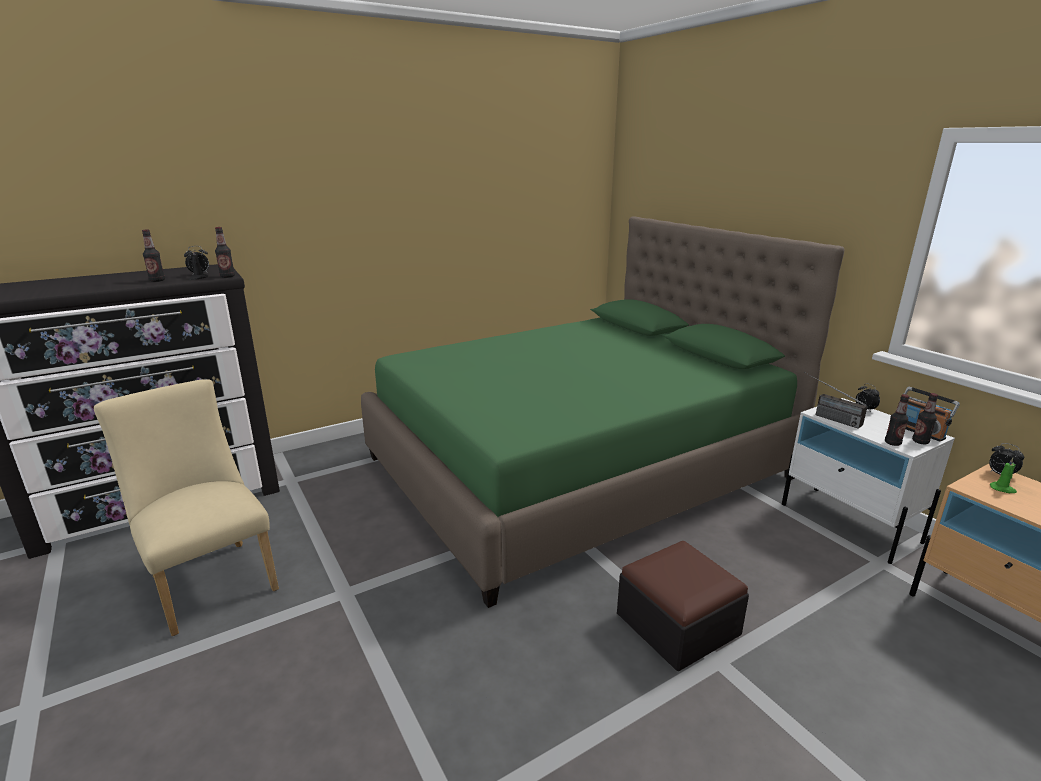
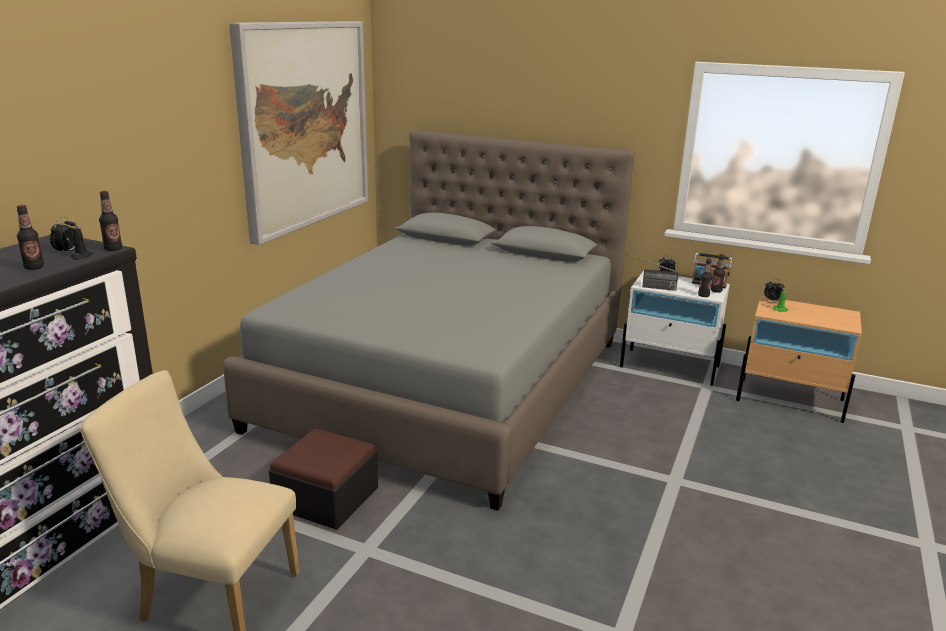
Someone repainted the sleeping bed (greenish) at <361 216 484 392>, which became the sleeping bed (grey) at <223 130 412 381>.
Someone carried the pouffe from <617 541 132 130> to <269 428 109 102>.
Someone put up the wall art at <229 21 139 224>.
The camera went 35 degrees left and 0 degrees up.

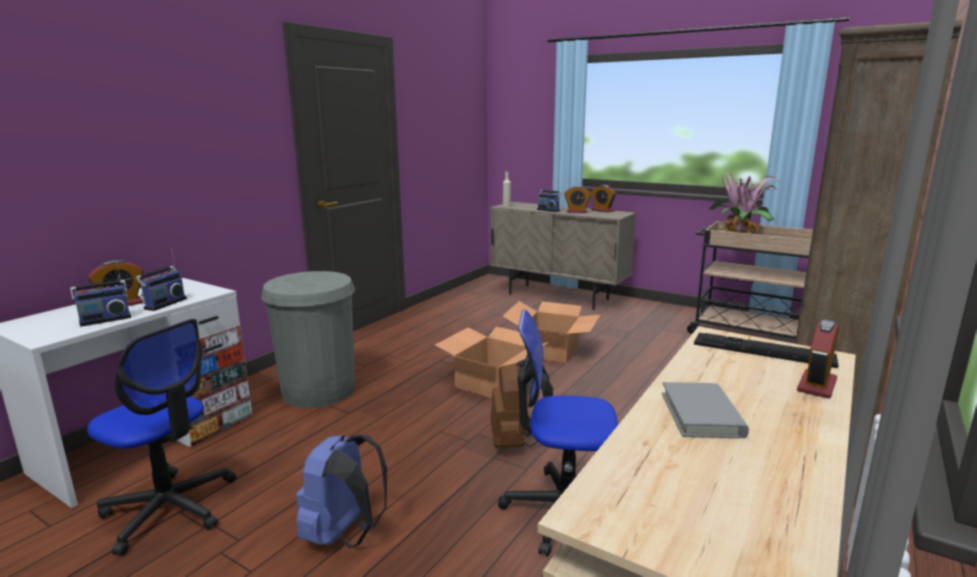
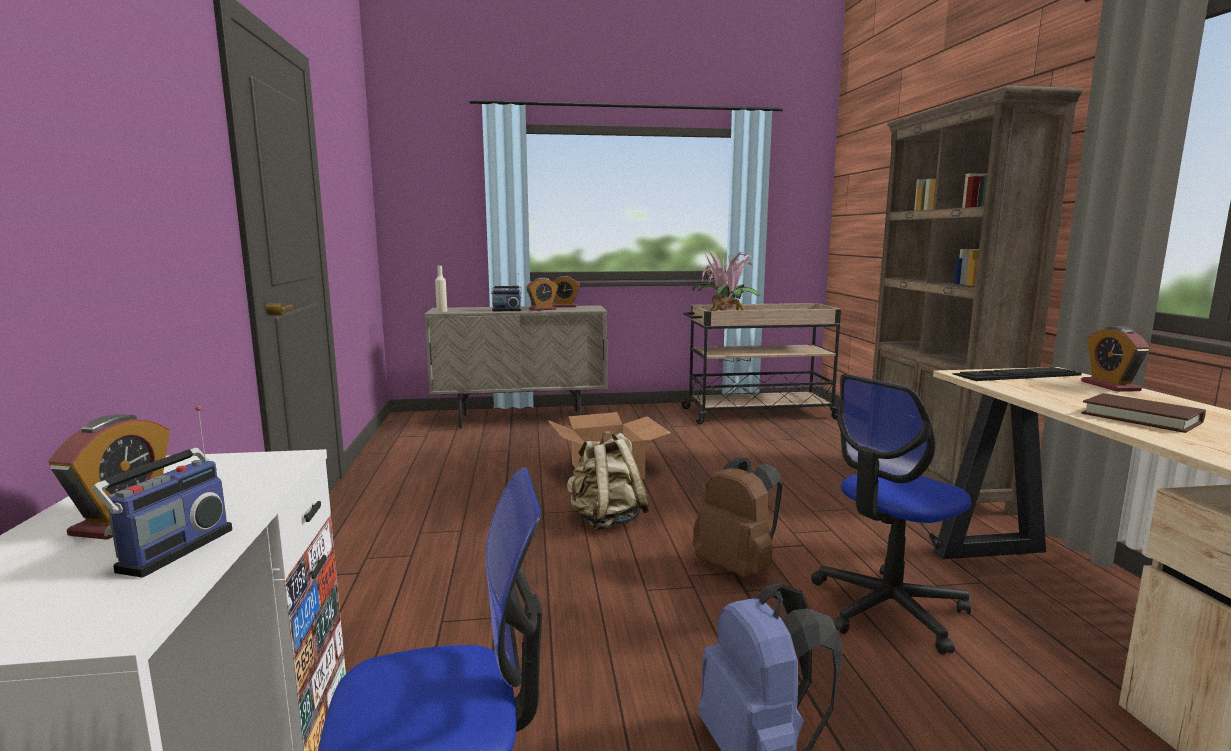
Someone took away the radio set at <136 249 51 62>.
Someone took away the trash can (grey) at <261 271 94 137>.
Someone swapped the cardboard box at <435 327 114 71> for the rucksack (beige-coloured) at <567 431 83 99>.
Someone repainted the book (grey) at <662 382 87 56>, which became the book (brown) at <1081 393 125 40>.
The camera went 40 degrees left and 5 degrees down.

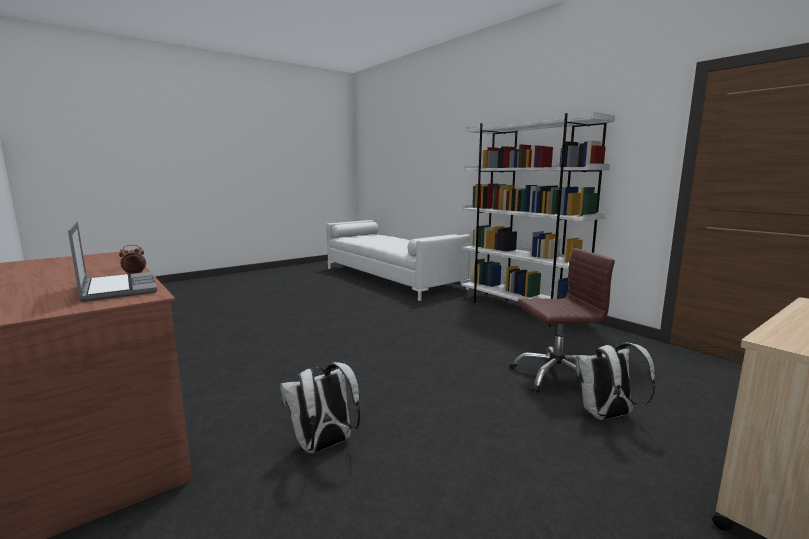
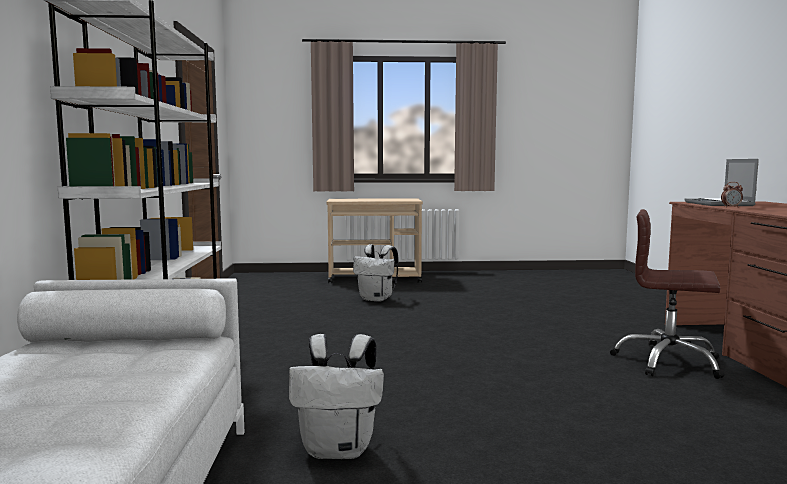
Someone carried the rucksack (whitish) from <280 362 80 91> to <289 334 95 125>.
Someone carried the computer chair (brown) from <509 248 106 145> to <610 209 115 170>.
The camera went 145 degrees left and 5 degrees down.

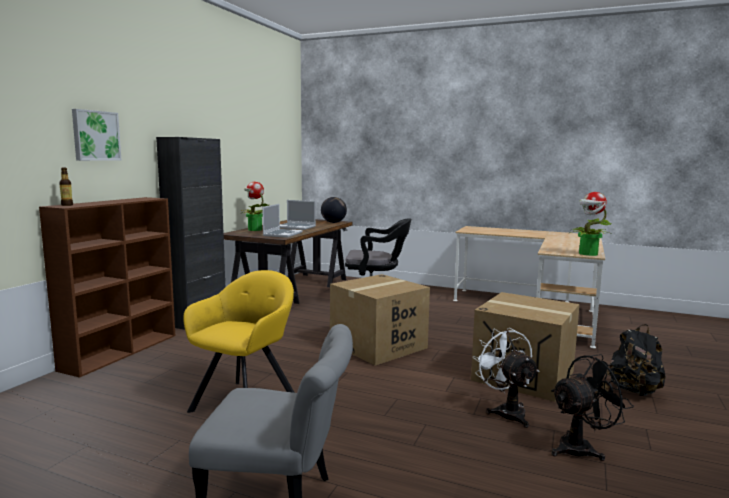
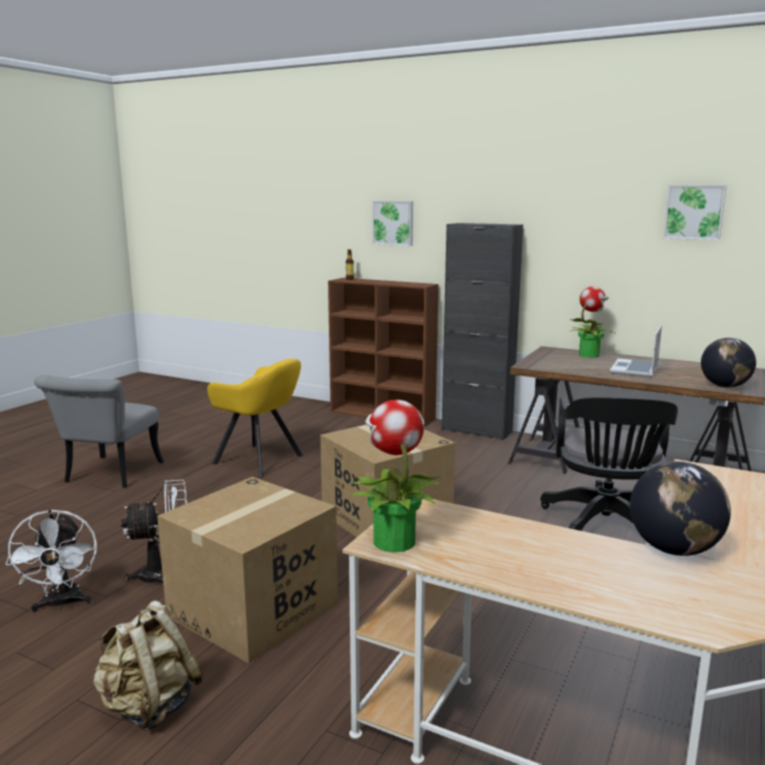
Someone took away the laptop at <262 204 41 34>.
Someone repainted the cooling fan (blackish) at <551 354 83 107>, which became the cooling fan (whitish) at <6 509 91 103>.
Someone repainted the rucksack (blackish) at <606 324 60 72>, which became the rucksack (beige-coloured) at <92 600 111 131>.
Someone put down the world globe at <630 461 101 95>.
Someone put up the wall art at <663 185 64 55>.
The camera went 95 degrees right and 5 degrees up.

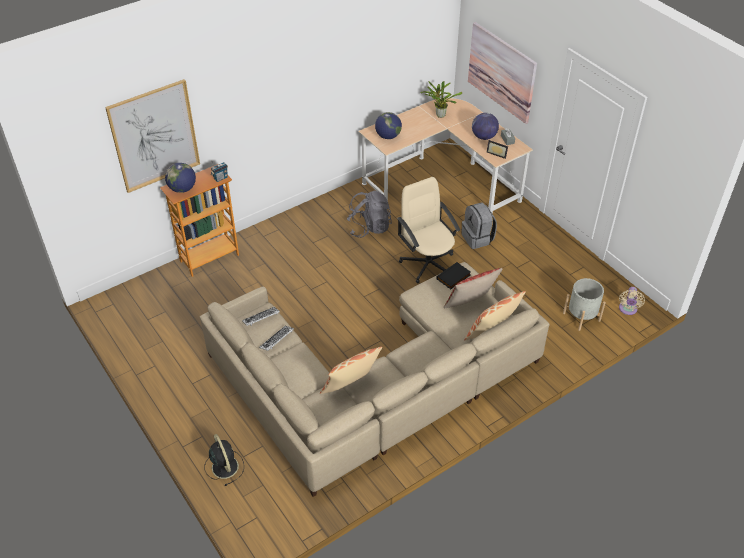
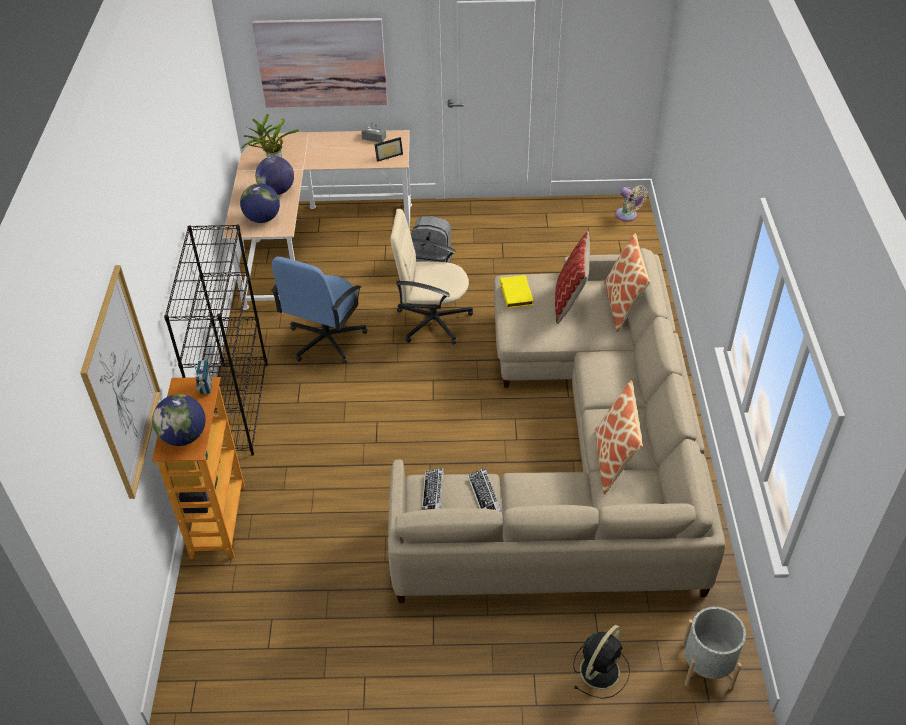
Someone rotated the cooling fan (blackish) at <204 434 40 52> by 120 degrees clockwise.
Someone swapped the rucksack (grey) at <347 191 45 47> for the computer chair (blue-coloured) at <271 257 96 106>.
Someone repainted the book (blackish) at <436 262 35 27>, which became the book (yellowish) at <500 275 33 33>.
Someone carried the world globe from <472 113 27 27> to <255 156 39 39>.
Someone carried the planter (grey) from <563 278 43 53> to <682 607 64 83>.
Someone put down the shelving unit (blackish) at <164 224 104 232>.
The camera went 55 degrees left and 0 degrees up.

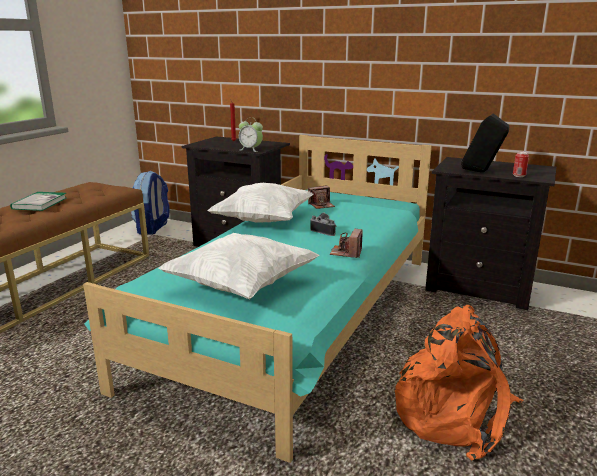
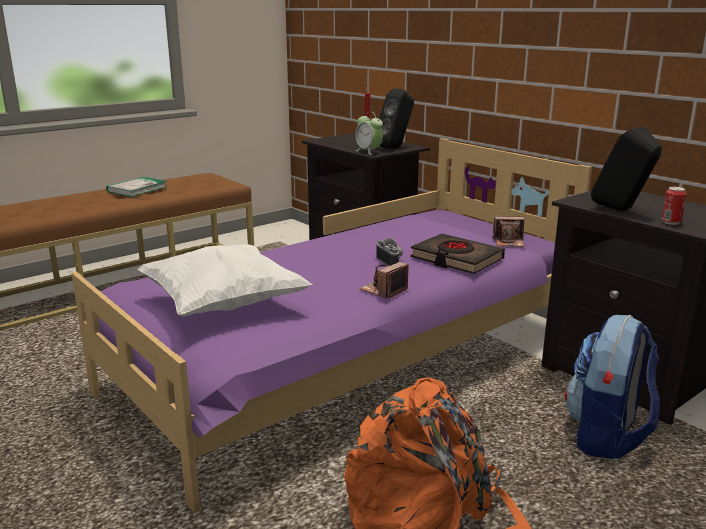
Someone repainted the sleeping bed (blue-green) at <83 135 349 328>, which became the sleeping bed (purplish) at <71 138 521 375>.
Someone carried the rucksack from <131 171 39 64> to <565 315 95 144>.
Someone took away the cushion (whitish) at <208 183 105 40>.
Someone carried the still camera from <308 185 27 24> to <492 216 33 31>.
Someone put down the loudspeaker (blackish) at <379 88 35 61>.
Someone put down the book (blackish) at <411 234 94 40>.
The camera went 25 degrees right and 0 degrees up.

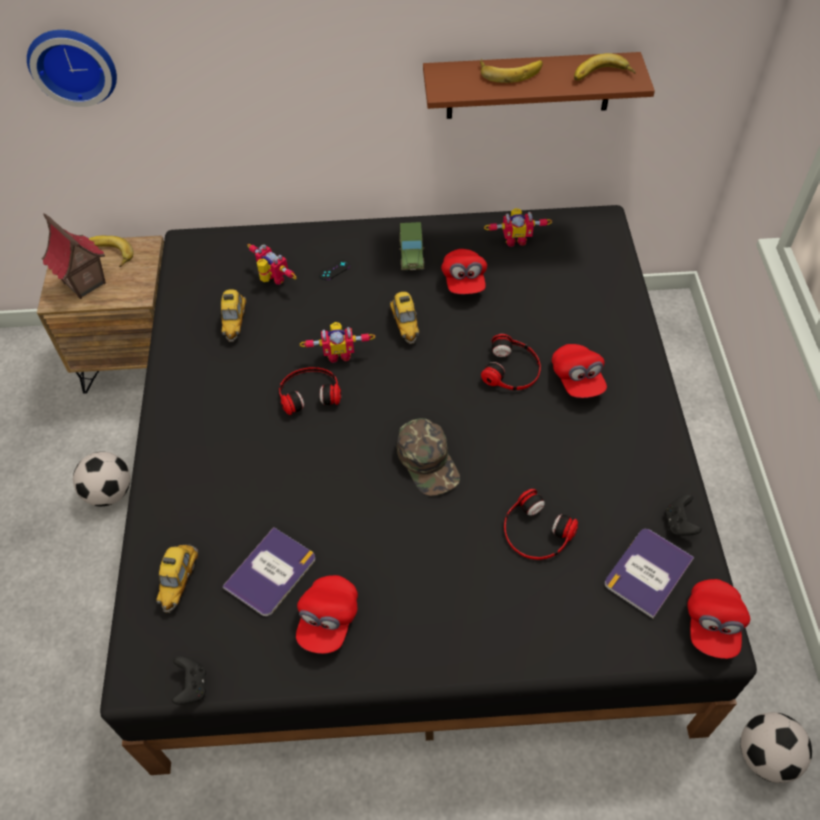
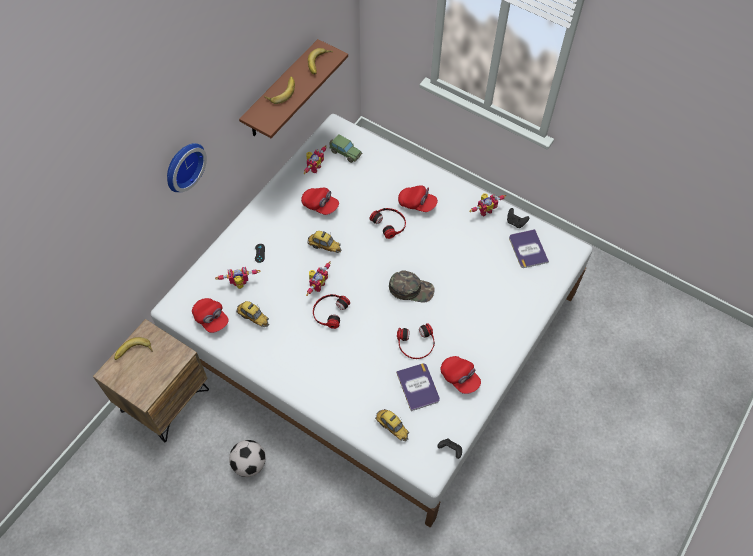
Someone carried the clock on the wall from <27 30 90 77> to <167 143 40 49>.
Someone took away the model house at <42 213 64 86>.
Someone repainted the sleeping bed (blackish) at <100 205 657 570>, which became the sleeping bed (whitish) at <151 114 442 414>.
Someone carried the toy car from <399 222 26 48> to <330 134 33 29>.
Someone carried the headset from <504 489 74 71> to <397 323 38 36>.
Someone carried the peaked cap (red-coloured) from <687 579 63 80> to <192 298 37 35>.
Someone took away the football at <740 712 72 71>.
Someone put down the robot figure at <469 193 38 23>.
The camera went 55 degrees left and 5 degrees up.

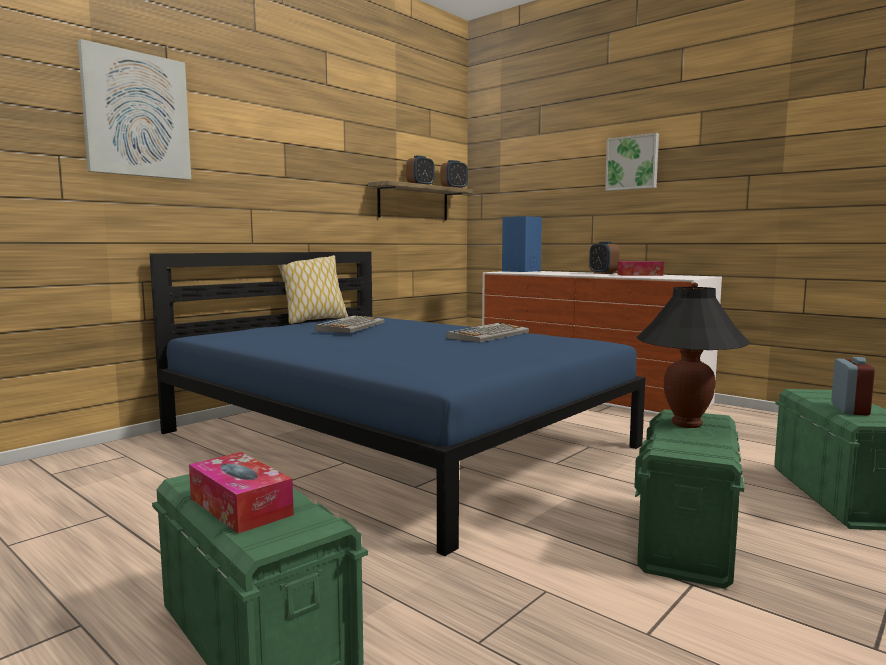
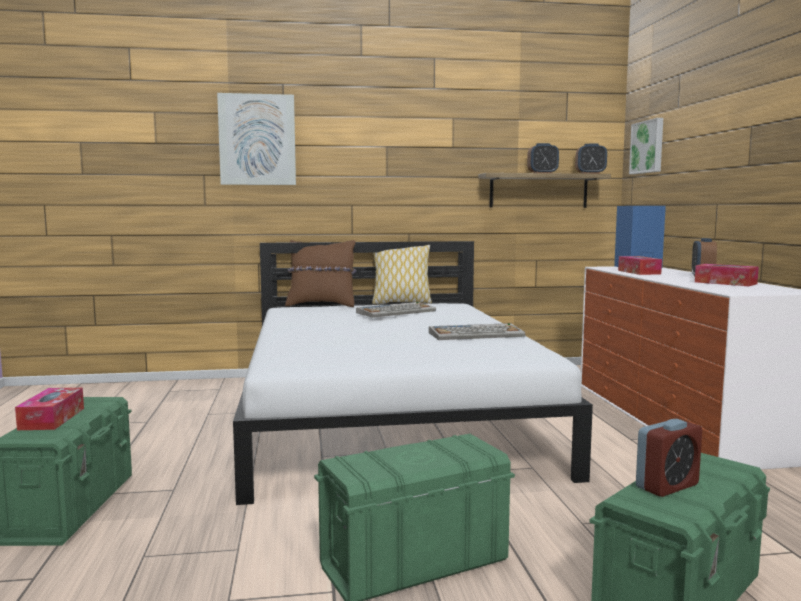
Someone repainted the sleeping bed (blue-coloured) at <150 252 495 304>, which became the sleeping bed (whitish) at <233 241 360 264>.
Someone carried the wall art from <605 133 54 58> to <629 118 34 56>.
Someone took away the tabletop lamp (blackish) at <637 282 114 146>.
Someone put down the cushion (brown) at <285 240 71 67>.
Someone put down the box of tissues at <618 256 44 19>.
The camera went 40 degrees right and 0 degrees up.

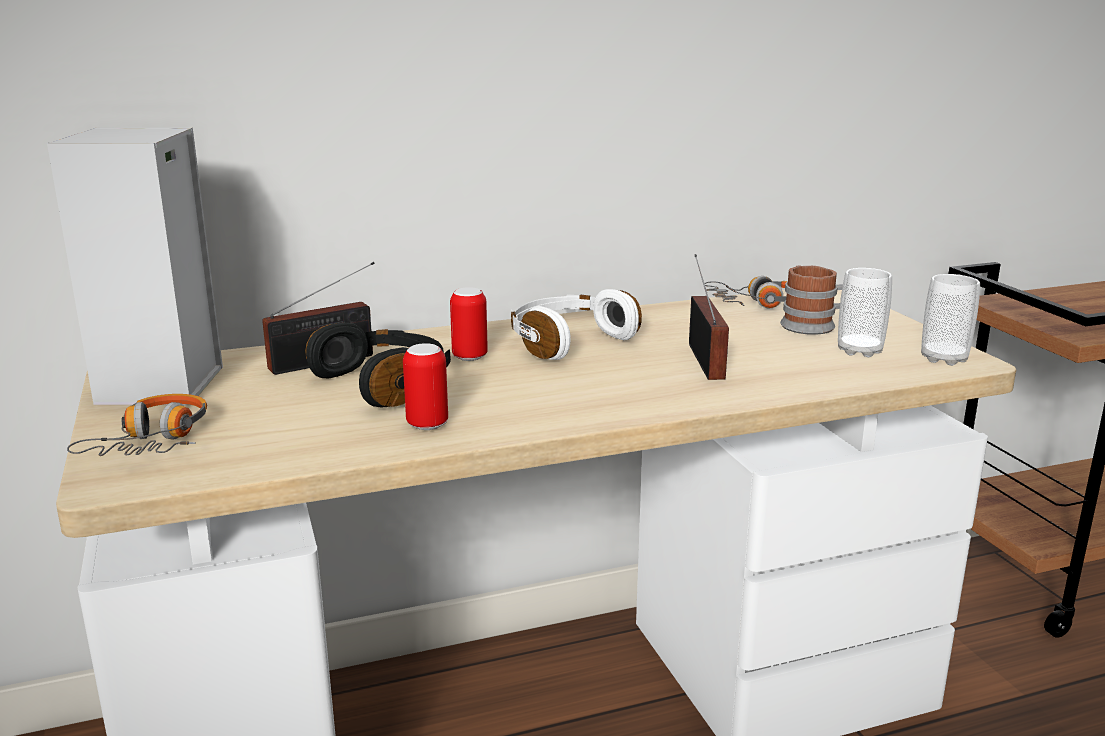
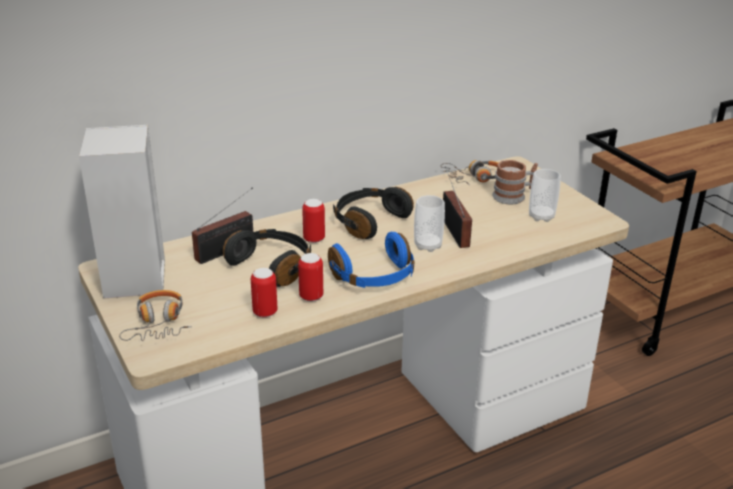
Someone repainted the headset (whitish) at <511 289 131 71>, which became the headset (blackish) at <333 187 81 52>.
Someone carried the cup from <921 274 59 92> to <414 195 31 57>.
Someone put down the can at <251 268 26 49>.
Someone put down the headset (blue-coloured) at <328 232 87 56>.
The camera went 10 degrees left and 10 degrees up.

